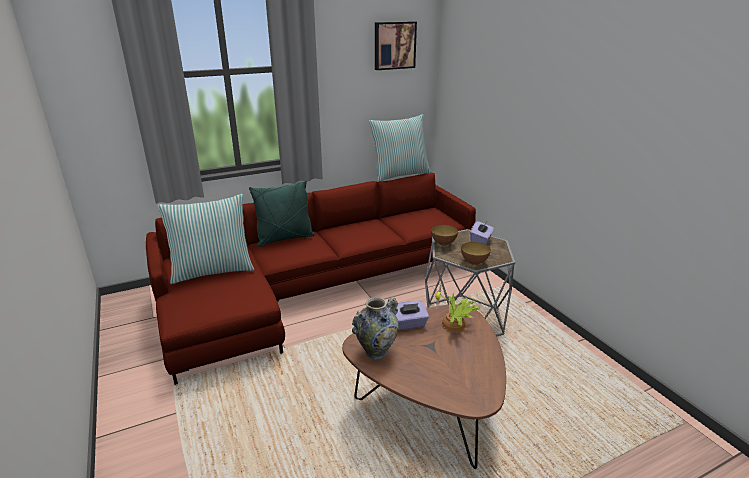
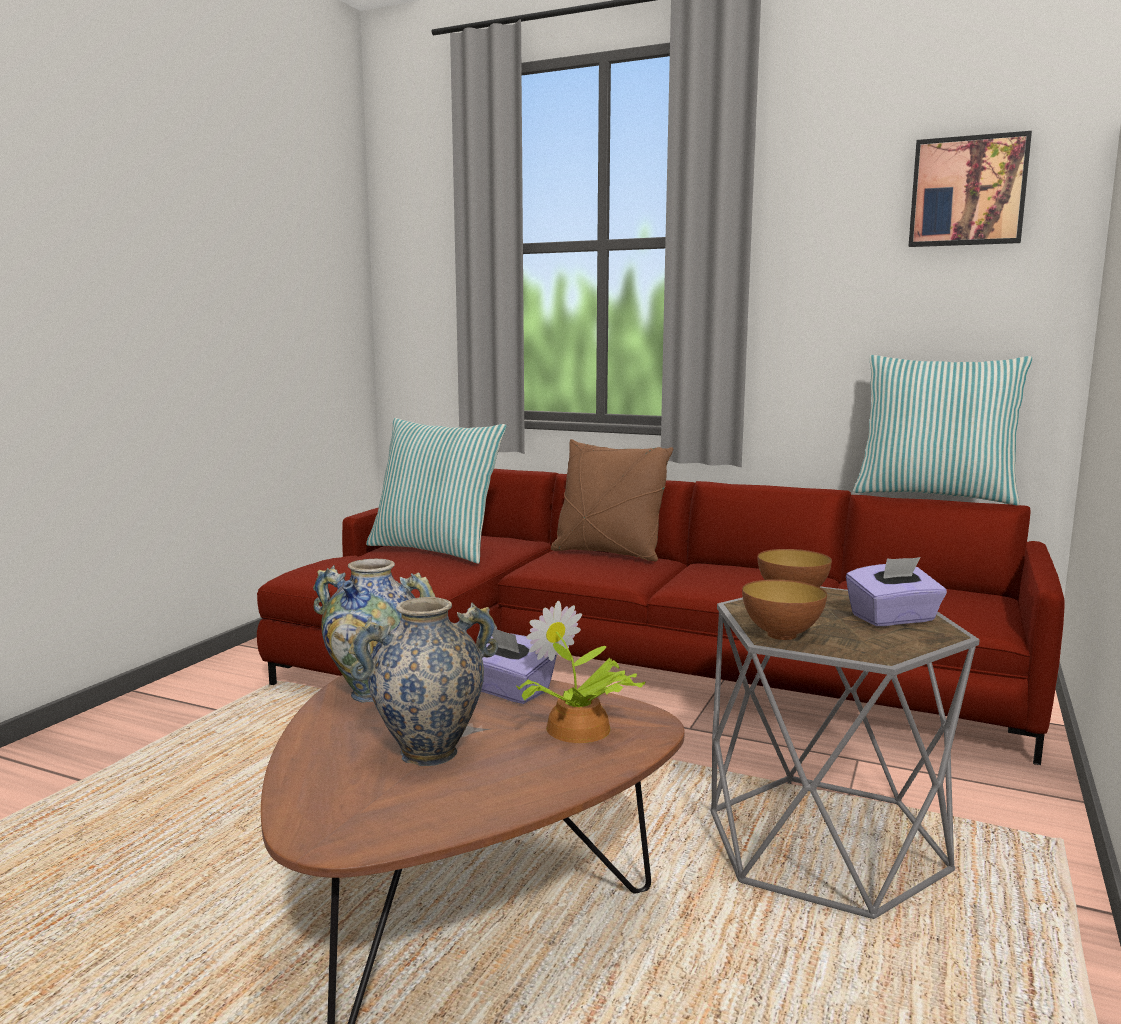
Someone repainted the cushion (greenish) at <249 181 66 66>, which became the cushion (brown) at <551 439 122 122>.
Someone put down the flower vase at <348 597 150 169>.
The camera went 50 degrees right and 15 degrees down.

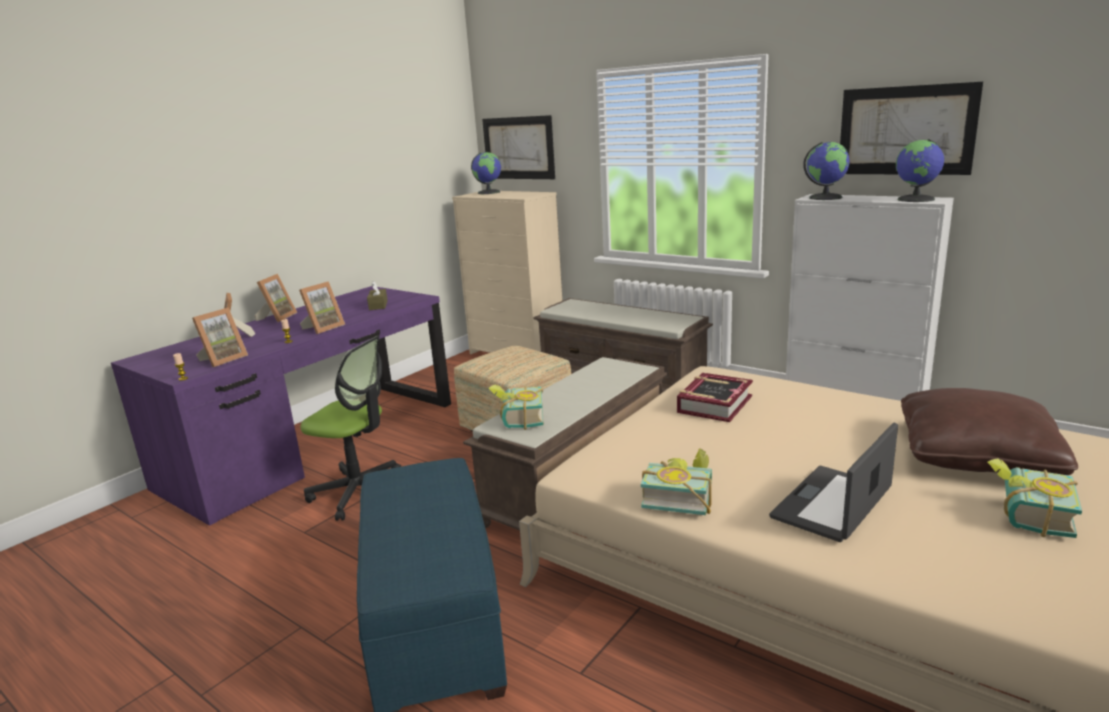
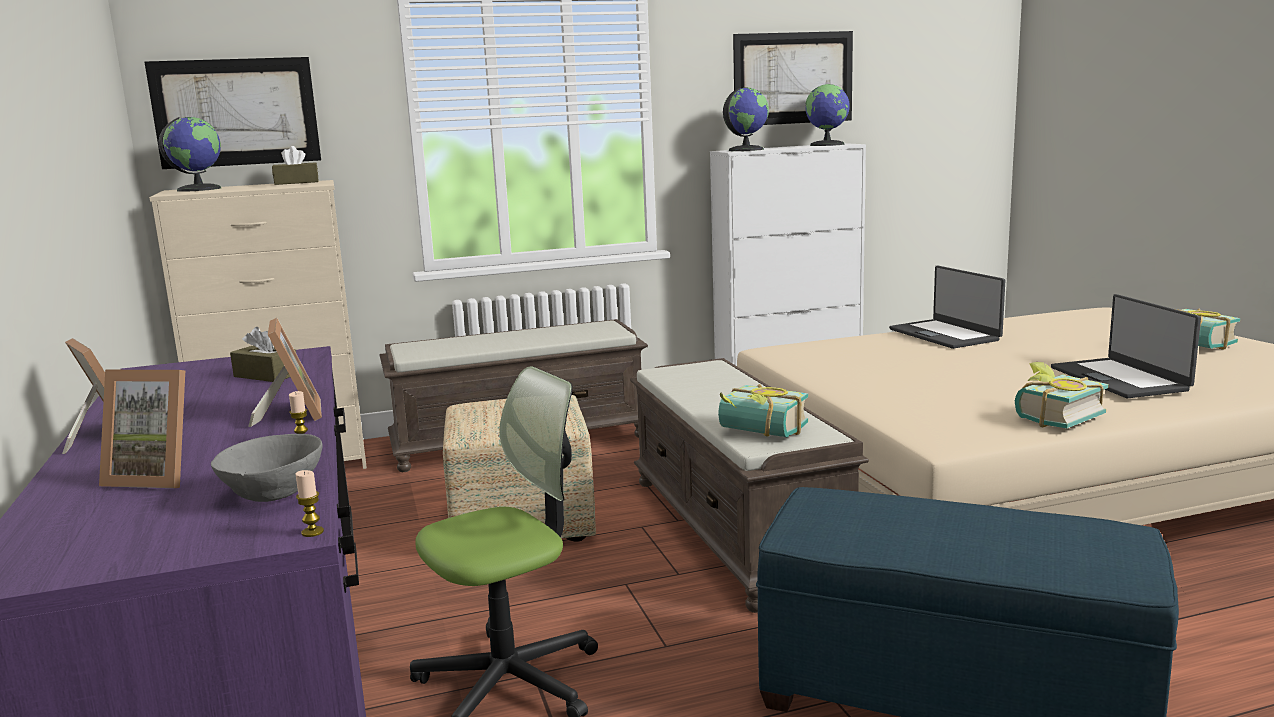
Someone swapped the picture frame at <192 307 56 60> for the bowl (grey) at <211 434 111 68>.
Someone took away the book at <677 373 76 49>.
Someone took away the cushion (brown) at <901 388 177 87>.
Someone put down the box of tissues (brown) at <272 146 47 39>.
Someone put down the laptop at <889 266 116 83>.
The camera went 55 degrees left and 5 degrees down.

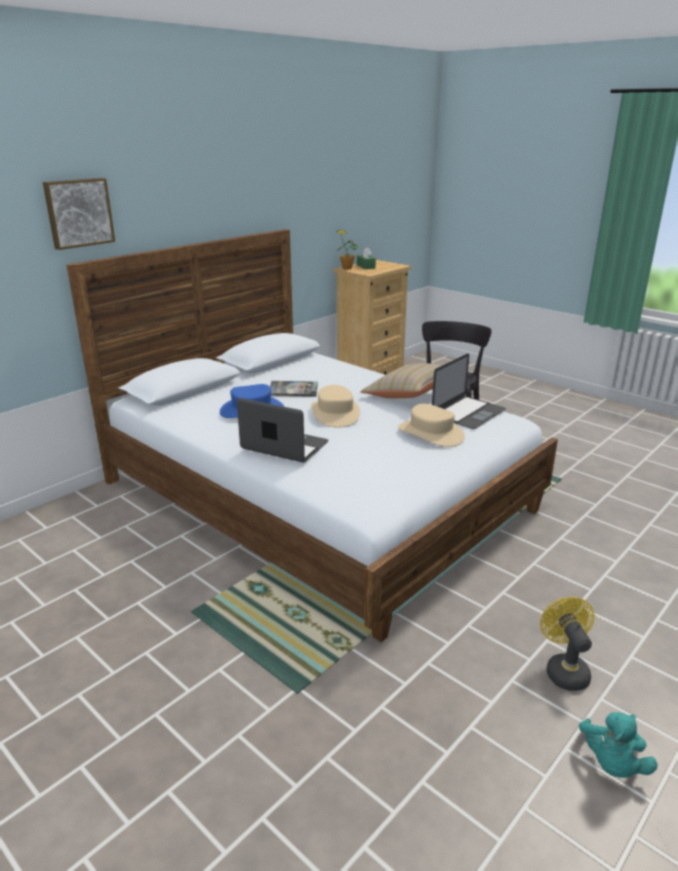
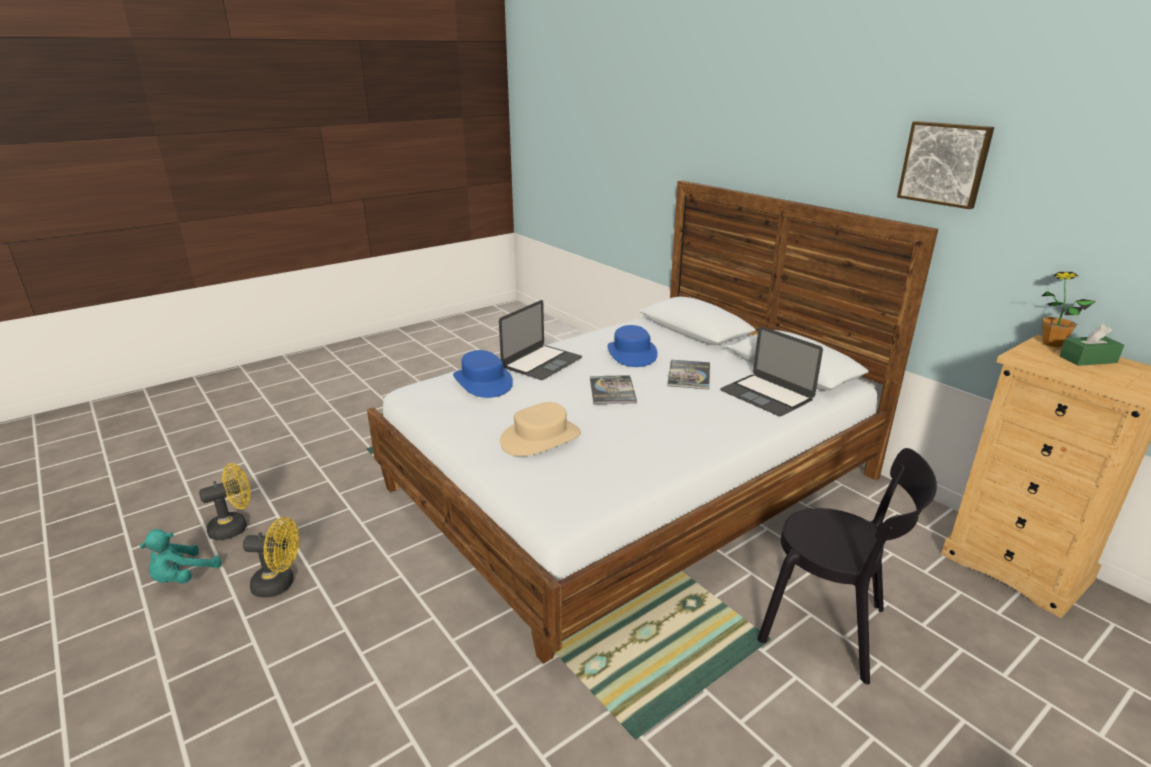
Someone carried the wall art from <43 178 72 72> to <897 121 97 88>.
Someone swapped the clothing hat (beige-coloured) at <311 385 49 43> for the book at <590 375 47 29>.
Someone took away the cushion (beige-coloured) at <360 363 80 35>.
Someone carried the laptop from <432 353 74 76> to <720 326 103 90>.
Someone rotated the soft toy (blue-green) at <579 712 79 66> by 90 degrees counterclockwise.
Someone put down the cooling fan (yellowish) at <199 463 52 77>.
Someone put down the clothing hat (blue-coloured) at <453 350 60 48>.
The camera went 100 degrees right and 0 degrees up.

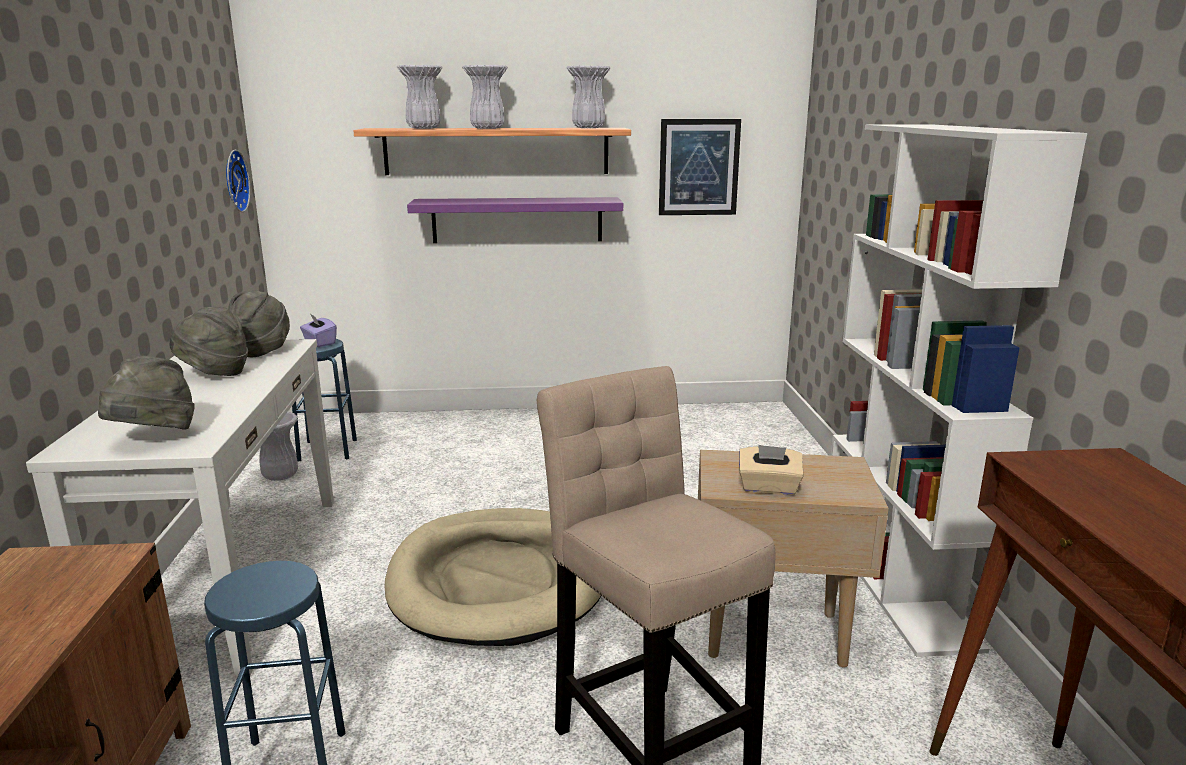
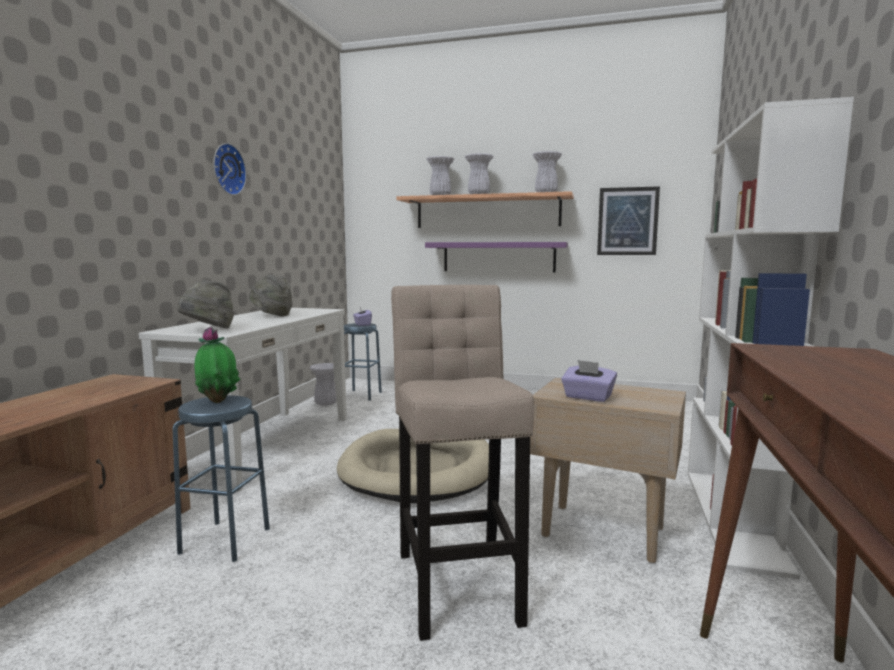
Someone carried the clock on the wall from <226 150 24 62> to <213 143 34 52>.
Someone took away the clothing hat (grey) at <228 290 62 67>.
Someone repainted the box of tissues (beige-coloured) at <739 445 65 50>, which became the box of tissues (purplish) at <561 360 56 42>.
Someone put down the plant in a pot at <195 327 45 76>.
The camera went 20 degrees right and 10 degrees down.

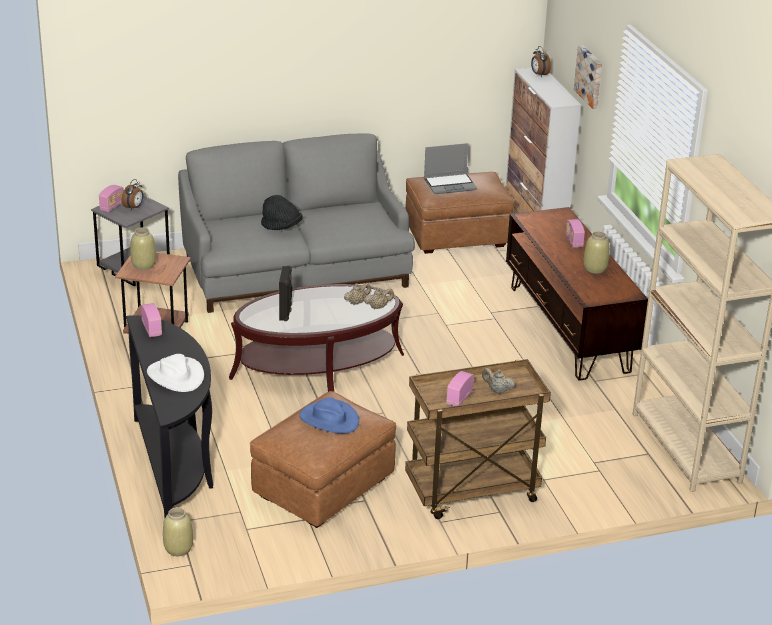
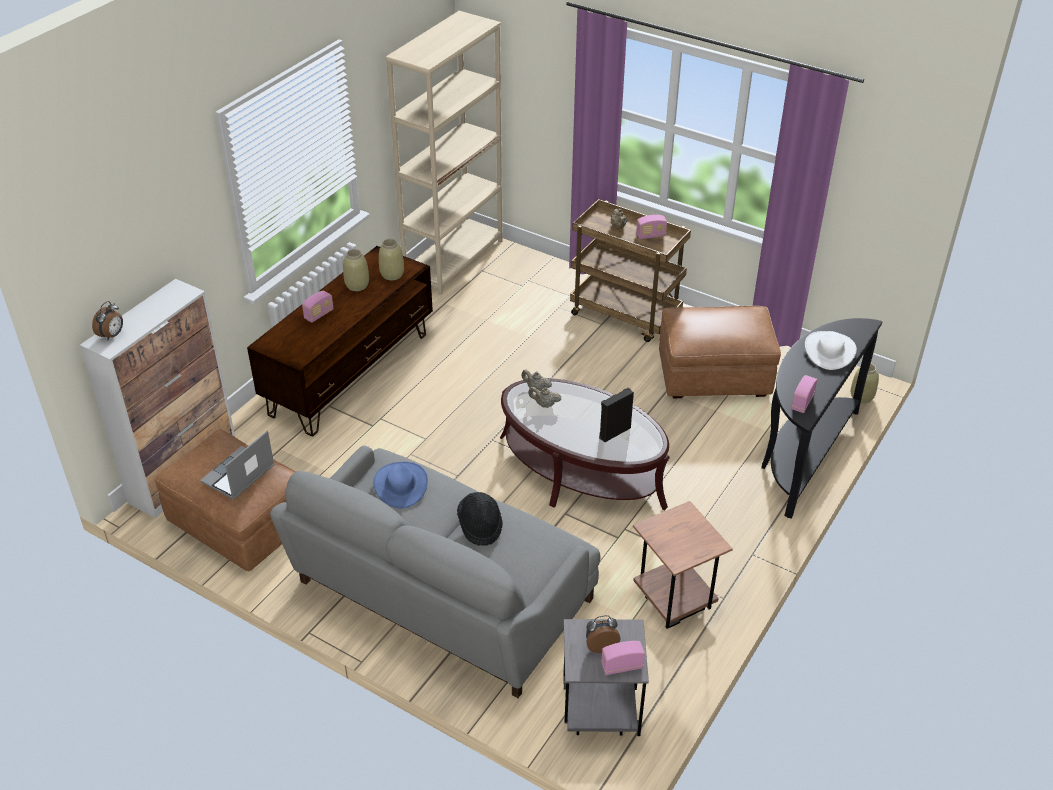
Someone carried the flower vase (beige-coloured) from <130 227 26 43> to <379 239 25 41>.
Someone carried the clothing hat (blue-coloured) from <299 397 60 37> to <373 462 55 47>.
Someone rotated the laptop at <424 143 53 51> by 90 degrees counterclockwise.
Someone took away the wall art at <574 45 28 64>.
The camera went 130 degrees left and 10 degrees up.

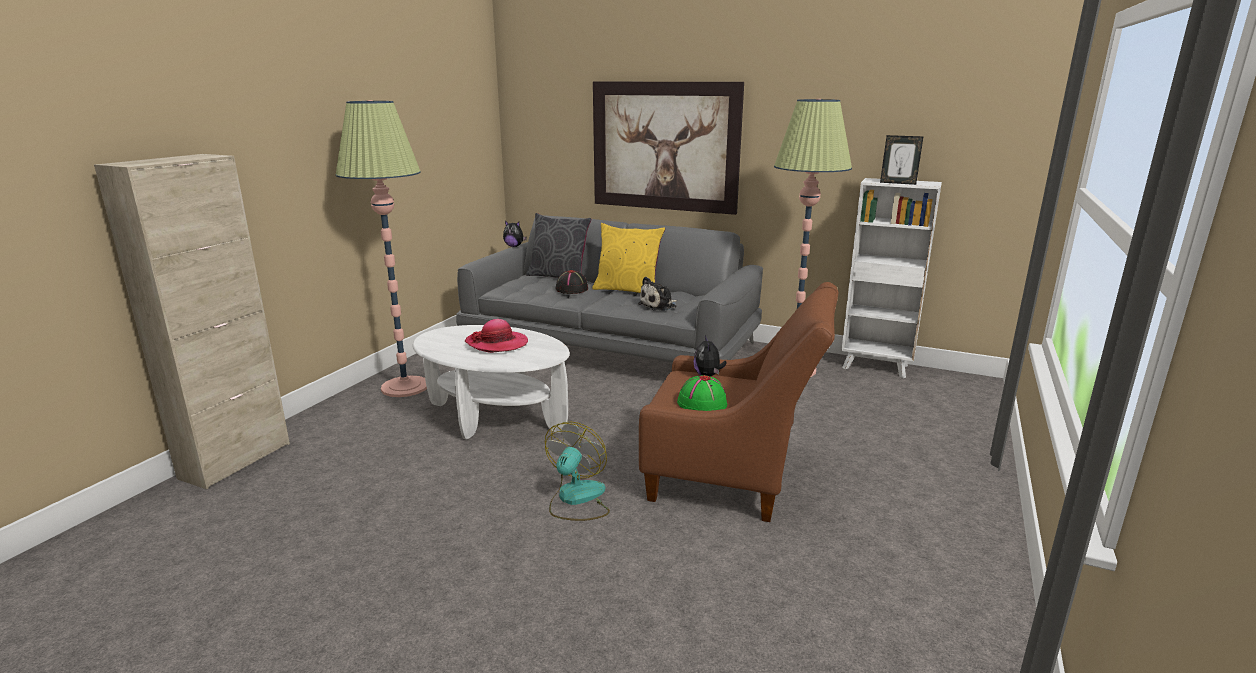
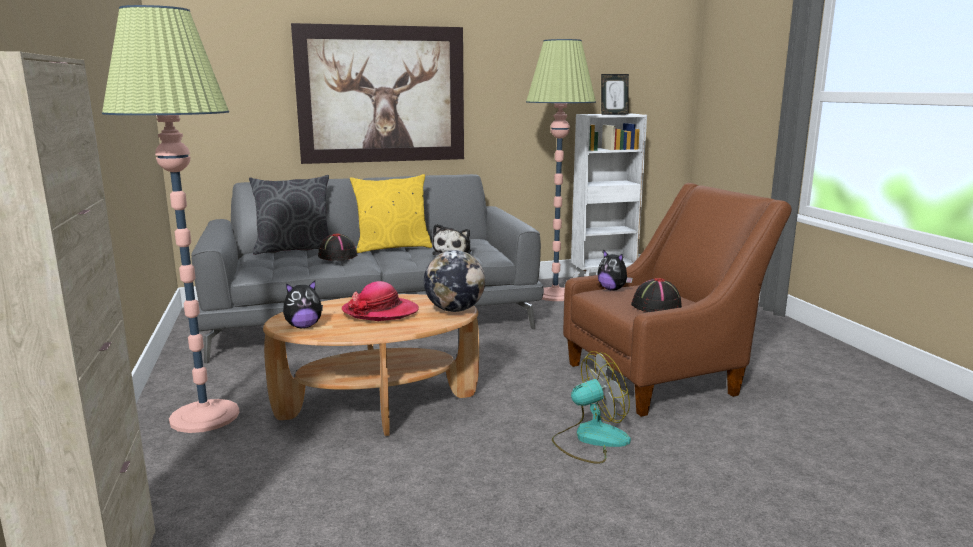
Someone repainted the coffee table (whitish) at <412 325 158 114>, which became the coffee table (brown) at <263 294 216 142>.
Someone carried the soft toy from <503 221 24 26> to <283 281 40 47>.
Someone rotated the cooling fan at <545 422 65 99> by 90 degrees clockwise.
Someone repainted the clothing hat (greenish) at <677 375 50 36>, which became the clothing hat (blackish) at <631 278 51 34>.
Someone put down the world globe at <424 250 61 62>.
The camera went 40 degrees left and 5 degrees down.

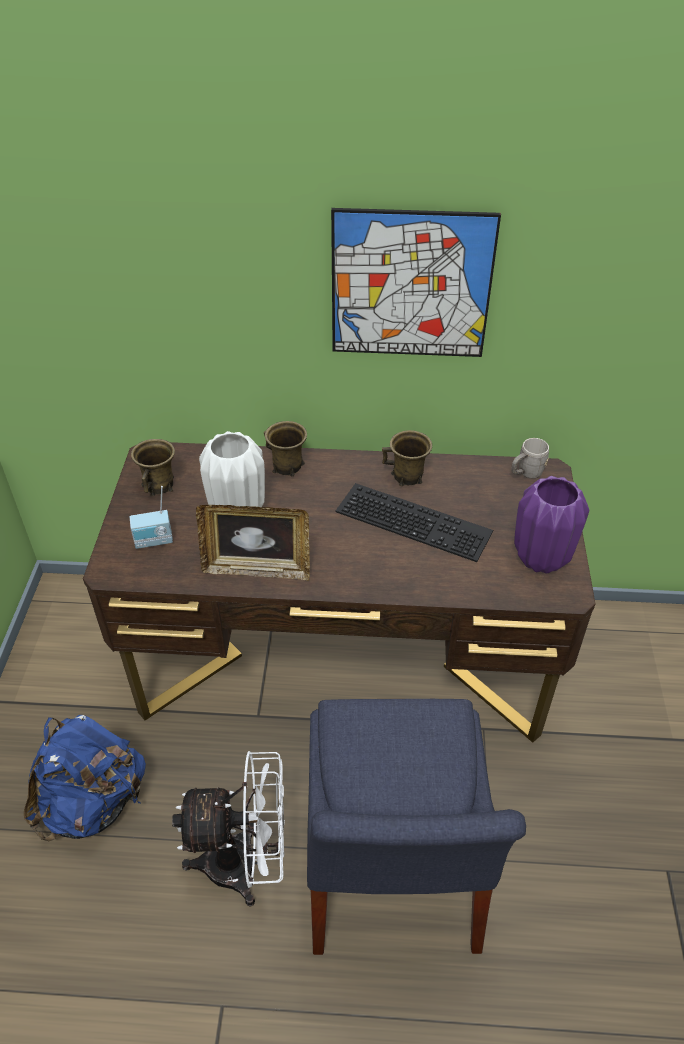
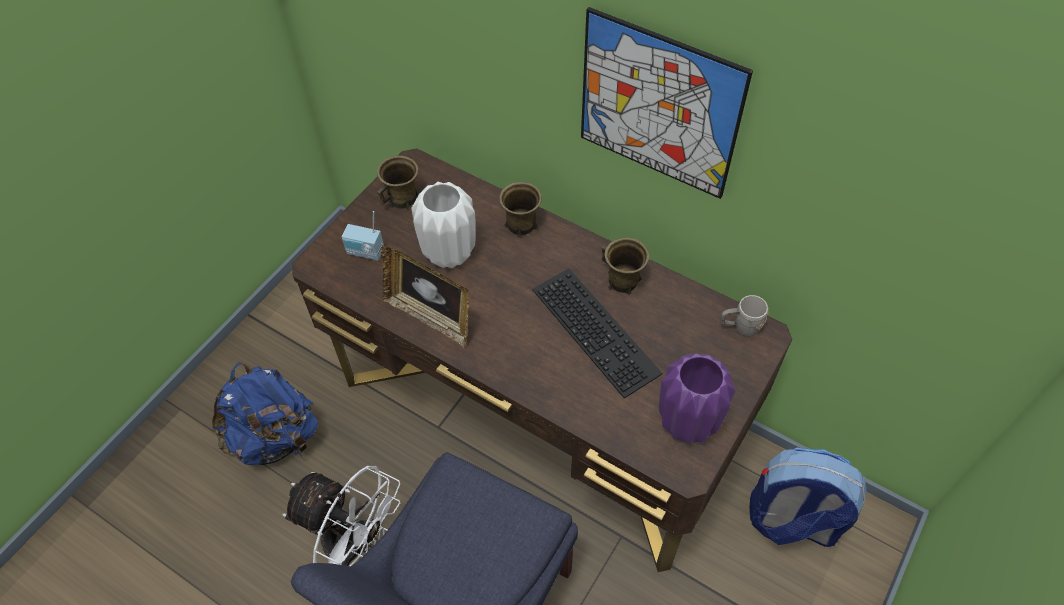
Someone put down the rucksack at <750 447 117 100>.
The camera went 30 degrees right and 10 degrees up.

